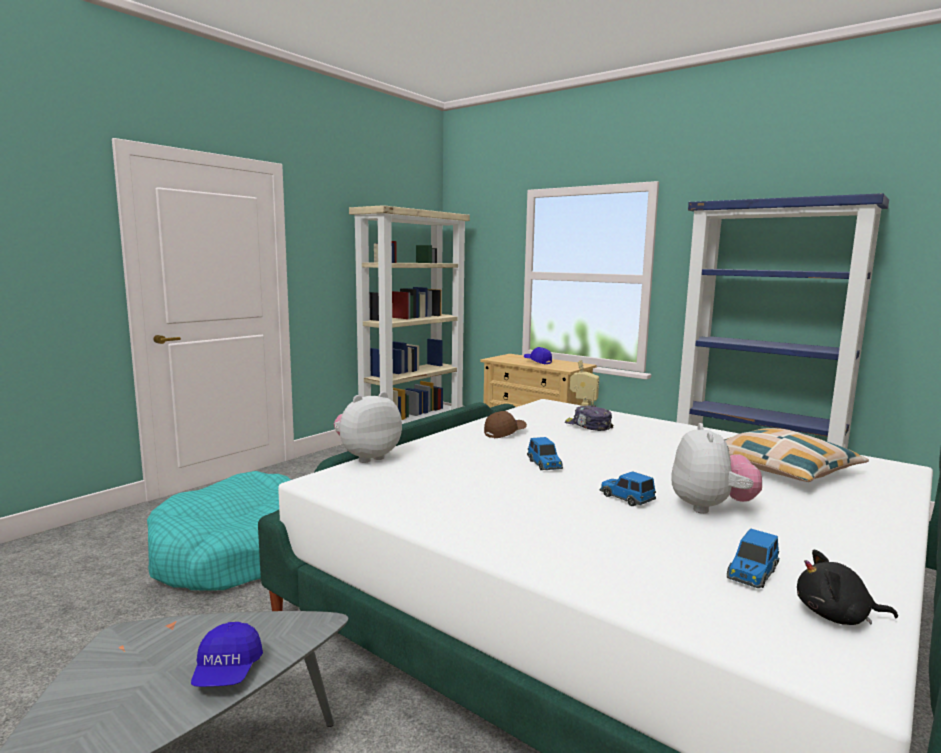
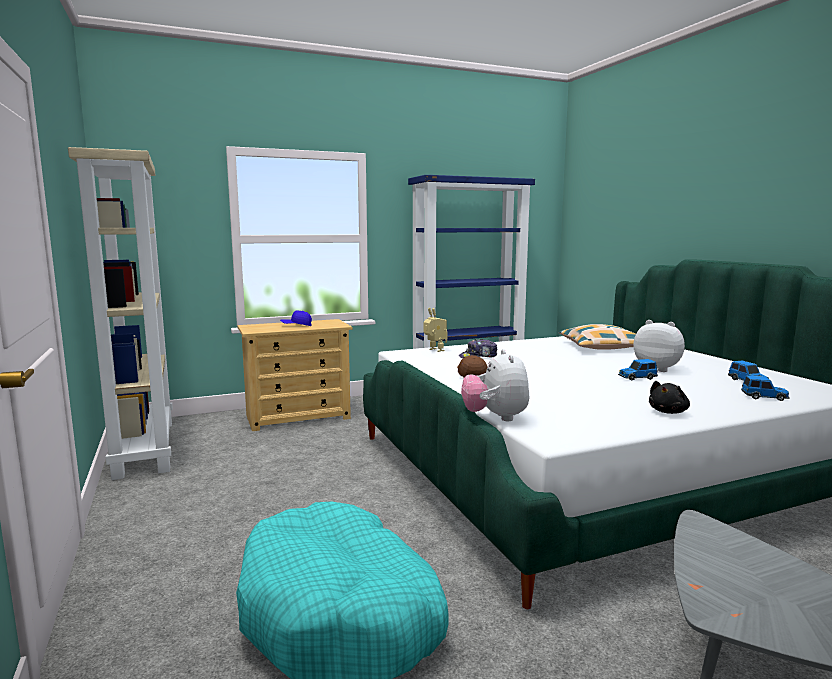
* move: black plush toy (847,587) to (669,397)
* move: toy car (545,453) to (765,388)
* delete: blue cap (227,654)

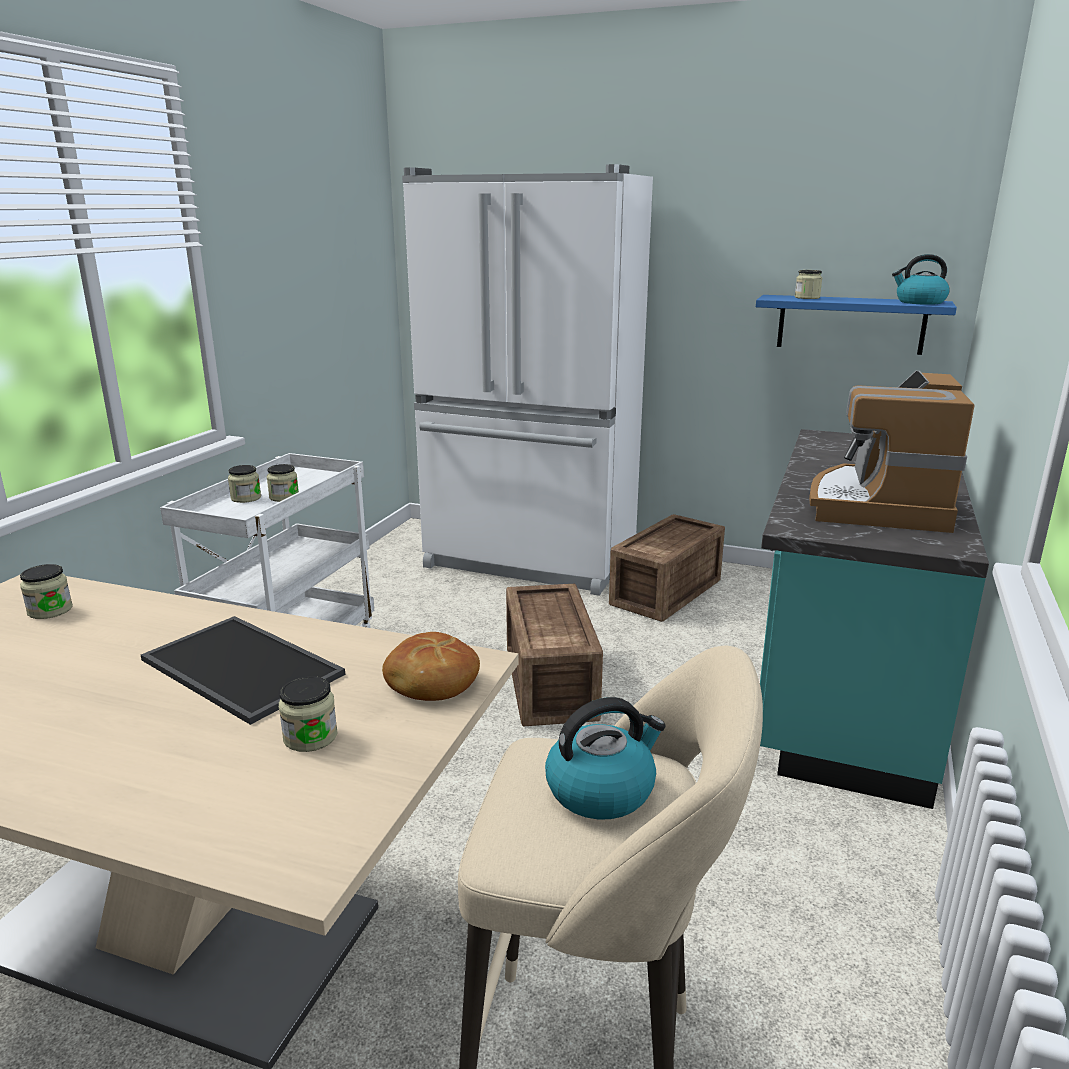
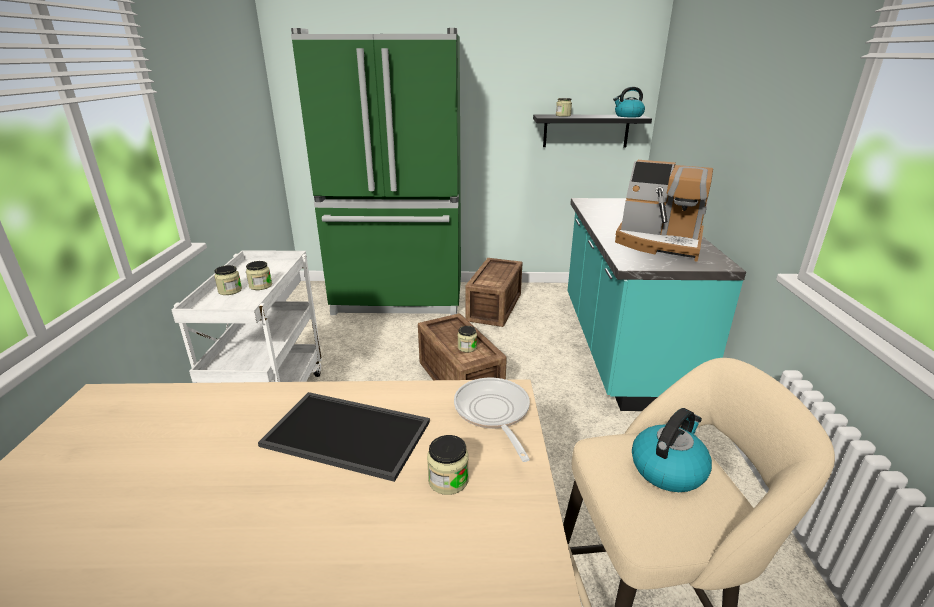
* recolor: white fridge (527,380) to green fridge (376,171)
* replace: bread (431,666) to frying pan (492,420)
* move: jar (46,591) to (467,339)
* recolor: blue shelf (856,325) to black shelf (592,131)
* rotate: coffee machine (892,452) = (664,211) 60 degrees counterclockwise

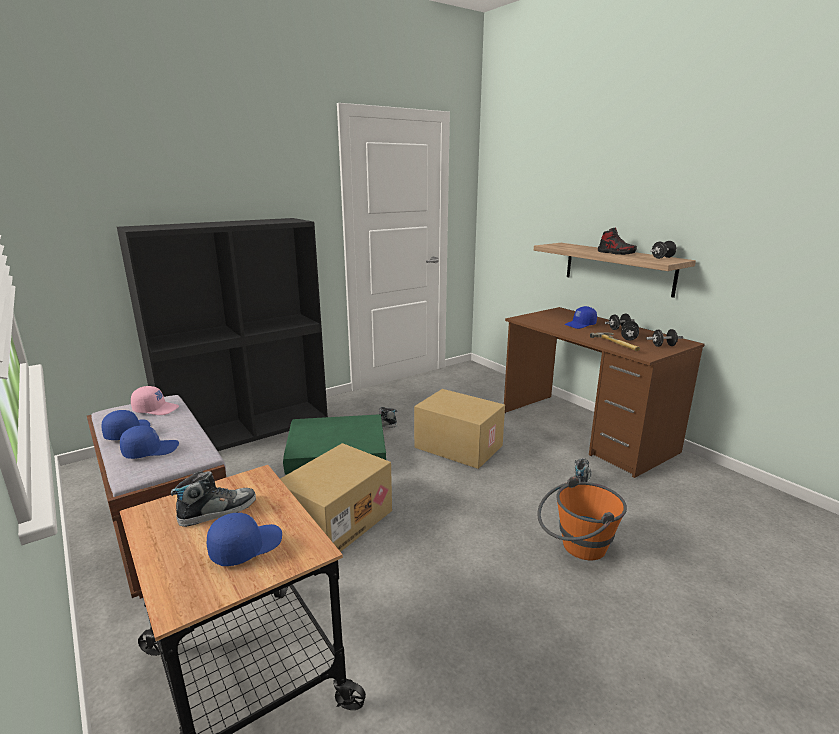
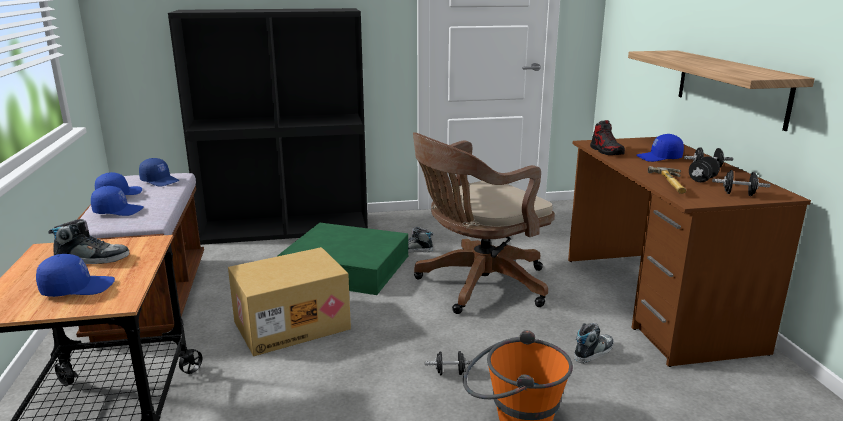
* recolor: pink cap (155,400) to blue cap (159,172)
* replace: cardboard box (459,429) to brown office chair (484,223)
* move: black dumbbell (663,250) to (450,363)
* move: shoe (617,241) to (607,137)

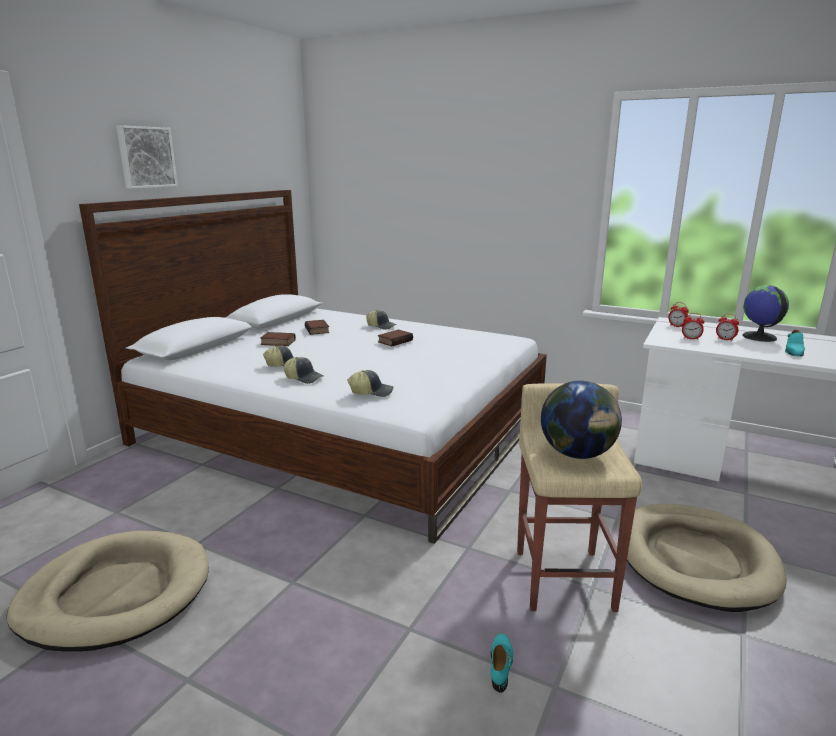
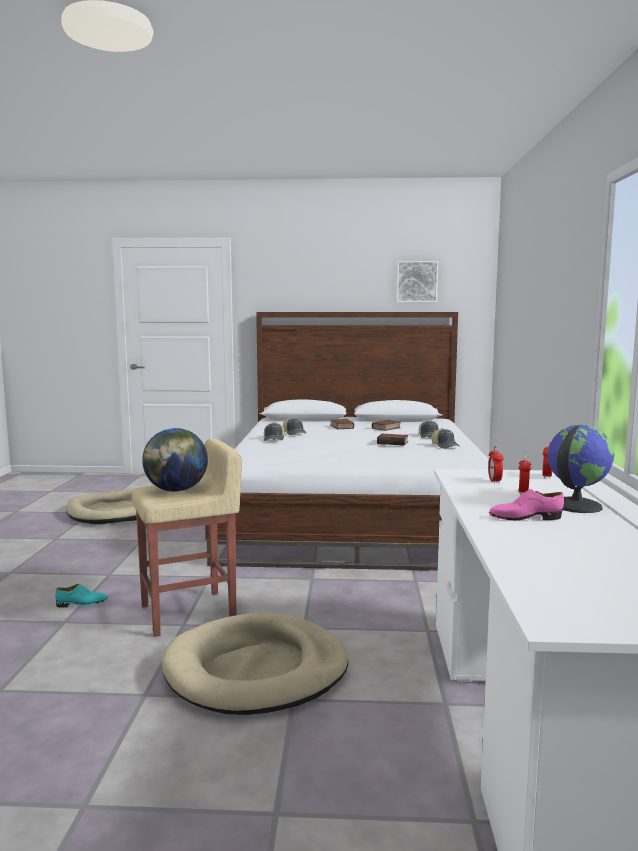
* move: picture (147,157) to (417,282)
* move: cap (371,383) to (445,438)
* recolor: turquoise shoe (795,343) to pink shoe (526,505)

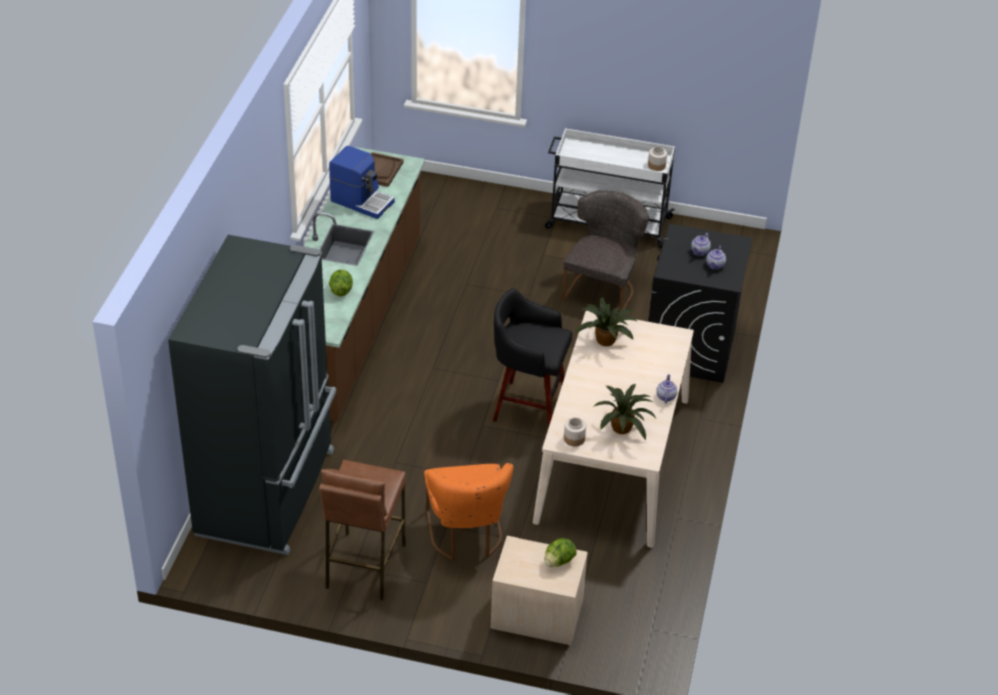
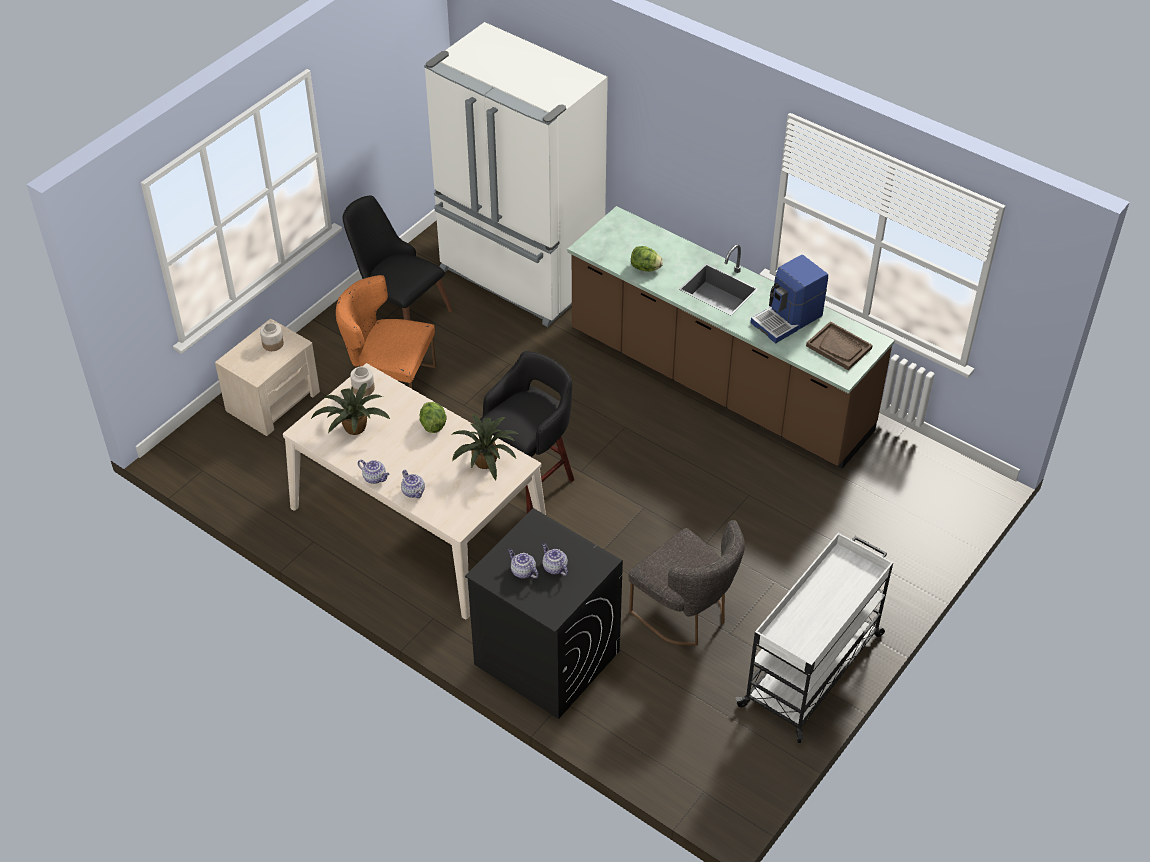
* move: jar (657,159) to (272,337)
* replace: brown stool (362,530) to black chair (398,257)
* insert: teapot (413,484)
* move: lettuce (560,552) to (433,417)
* recolor: black fridge (252,395) to white fridge (516,174)

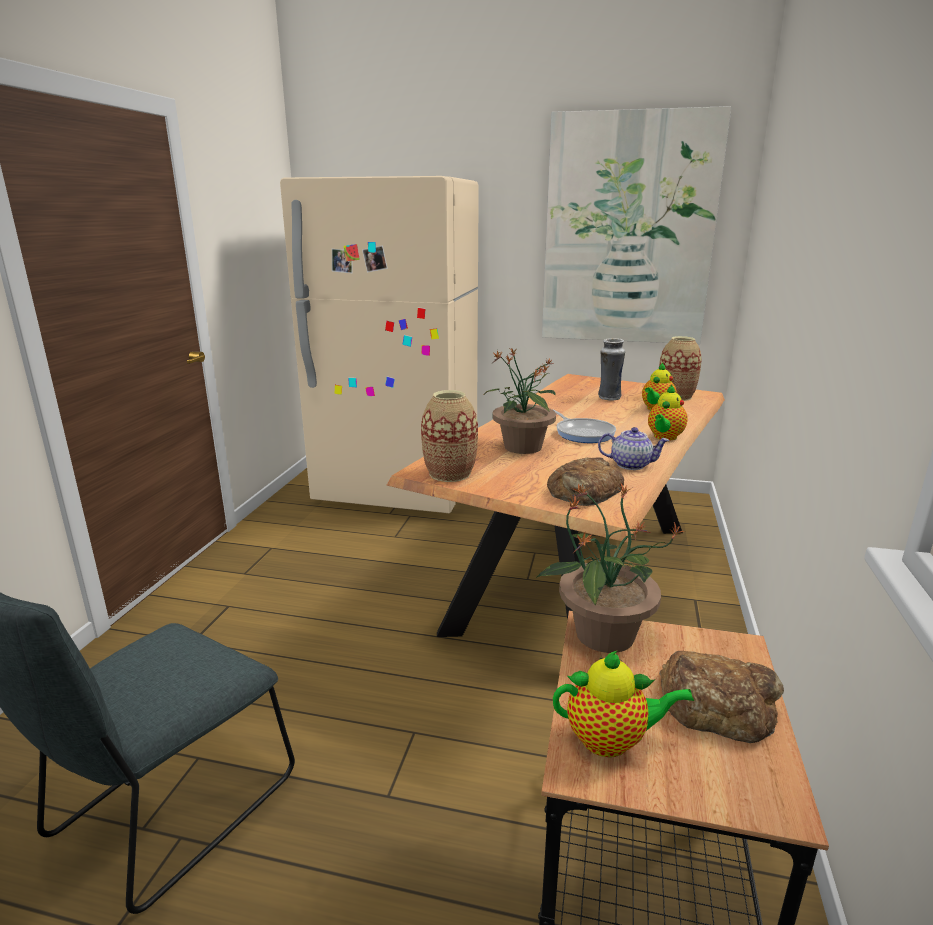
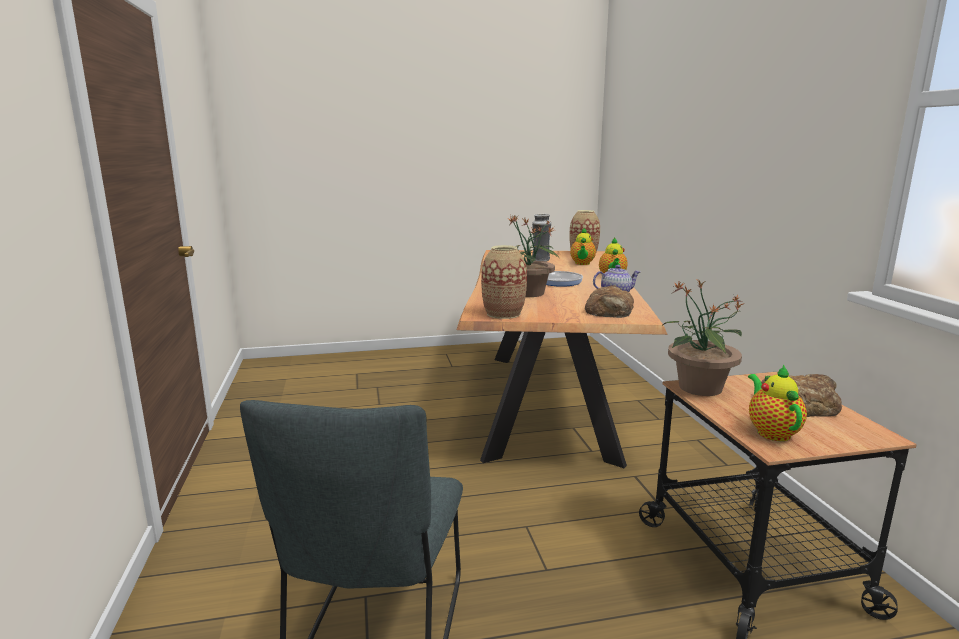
* rotate: teapot (623,704) = (777,402) 75 degrees counterclockwise
* delete: beige fridge (379,344)
* delete: picture (637,225)

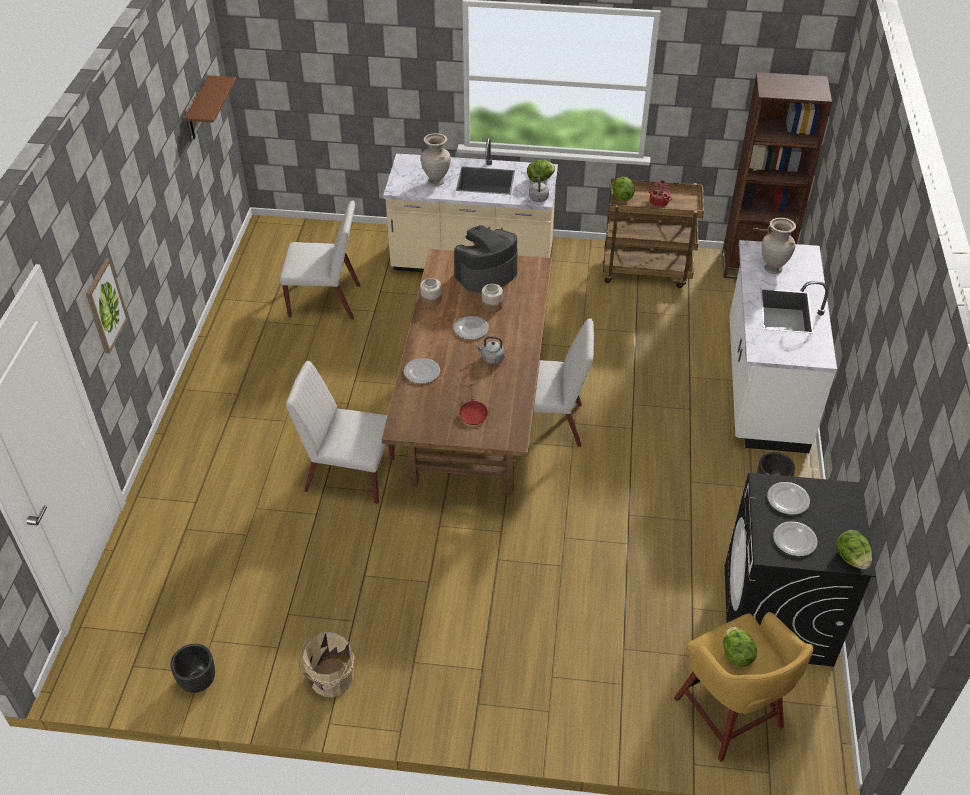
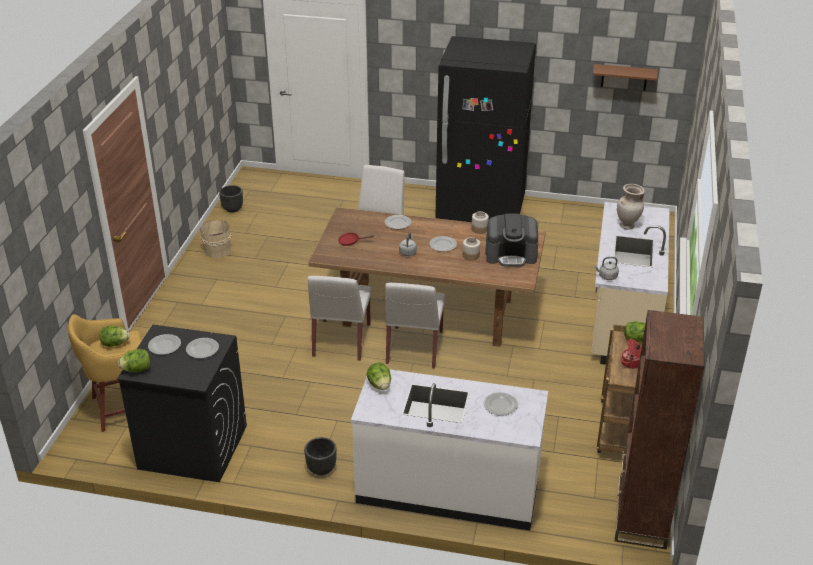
* move: white chair (320,260) to (340,318)
* move: lettuce (541,171) to (379,376)
* insert: black fridge (485,129)
* replace: beige vase (778,246) to plate (500,404)
* rotate: coffee machine (486,259) = (512,240) 120 degrees clockwise
* delete: picture (107,306)

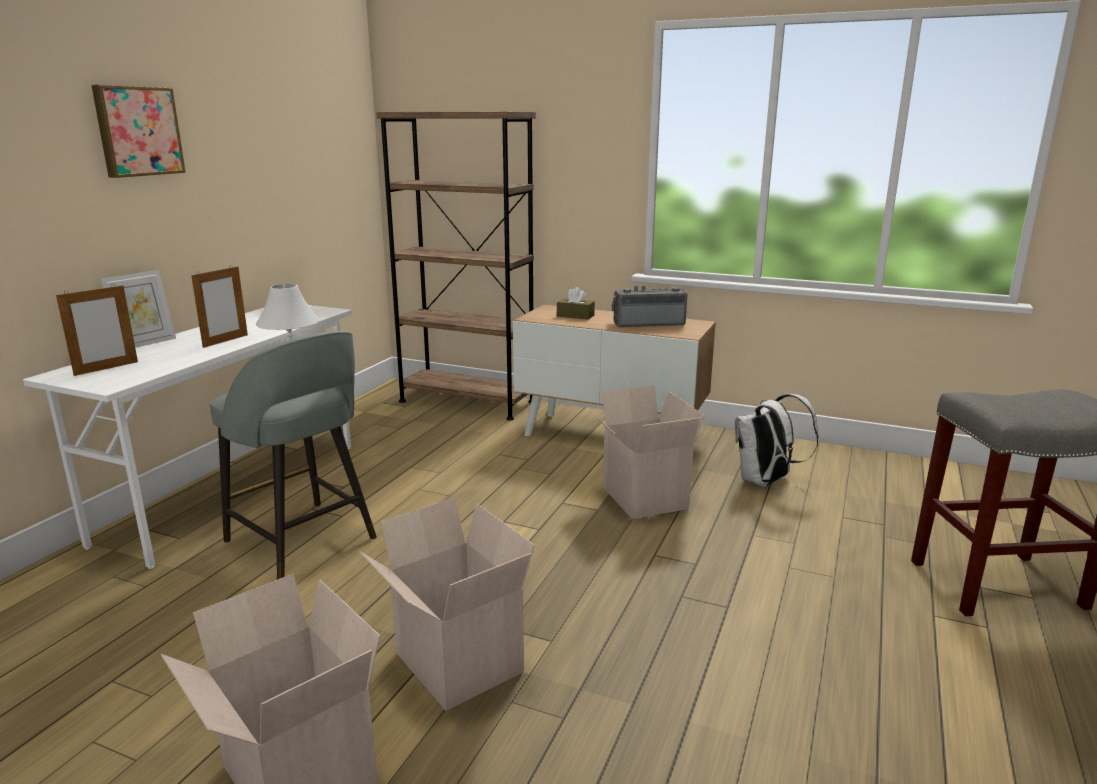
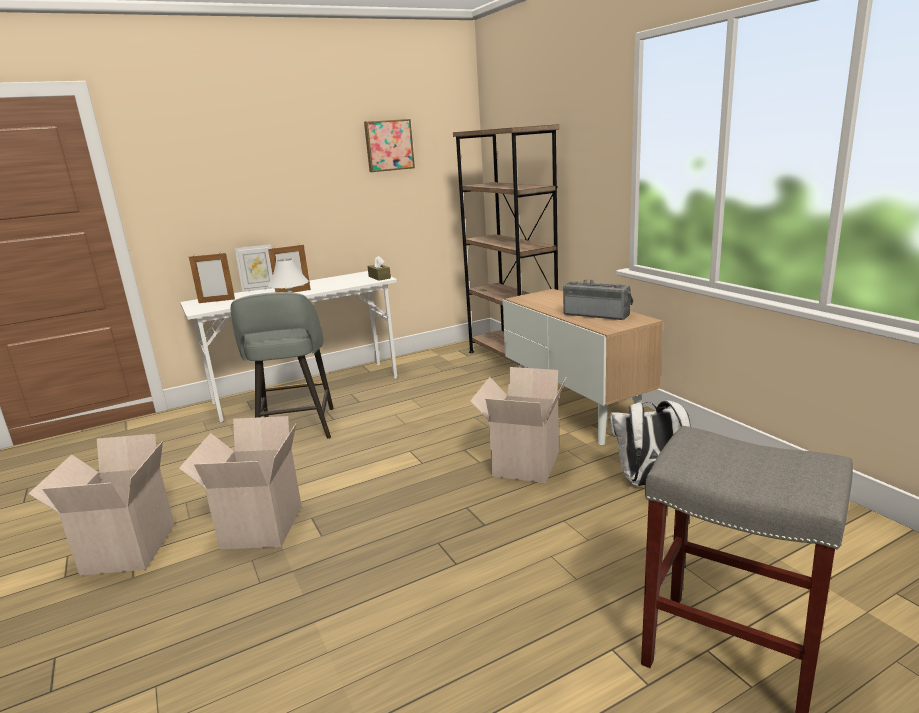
* move: picture (138,131) to (389,145)
* move: brown tissue box (576,303) to (379,268)

